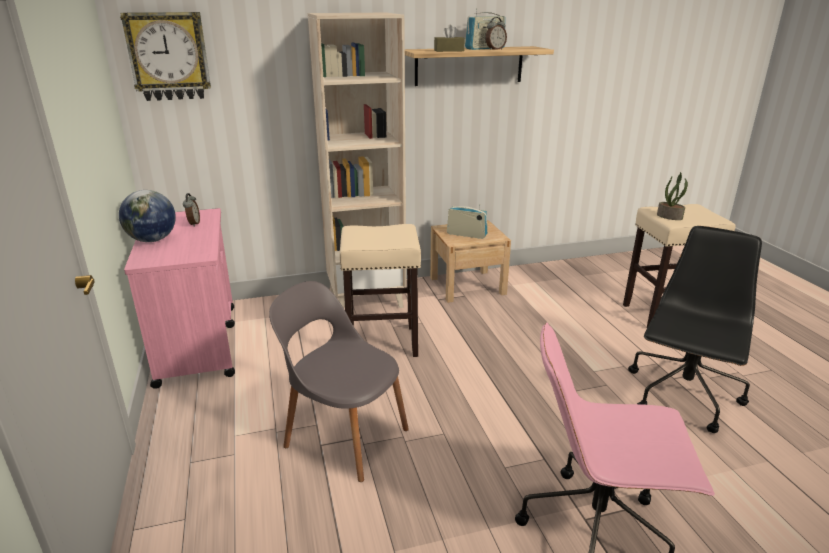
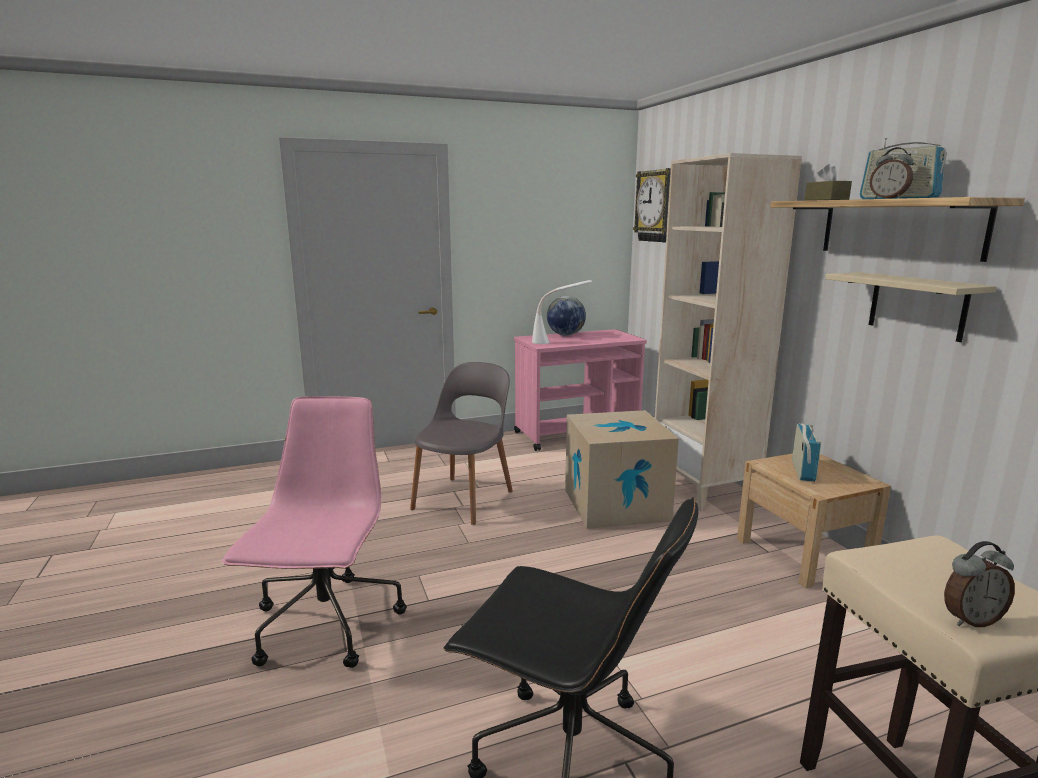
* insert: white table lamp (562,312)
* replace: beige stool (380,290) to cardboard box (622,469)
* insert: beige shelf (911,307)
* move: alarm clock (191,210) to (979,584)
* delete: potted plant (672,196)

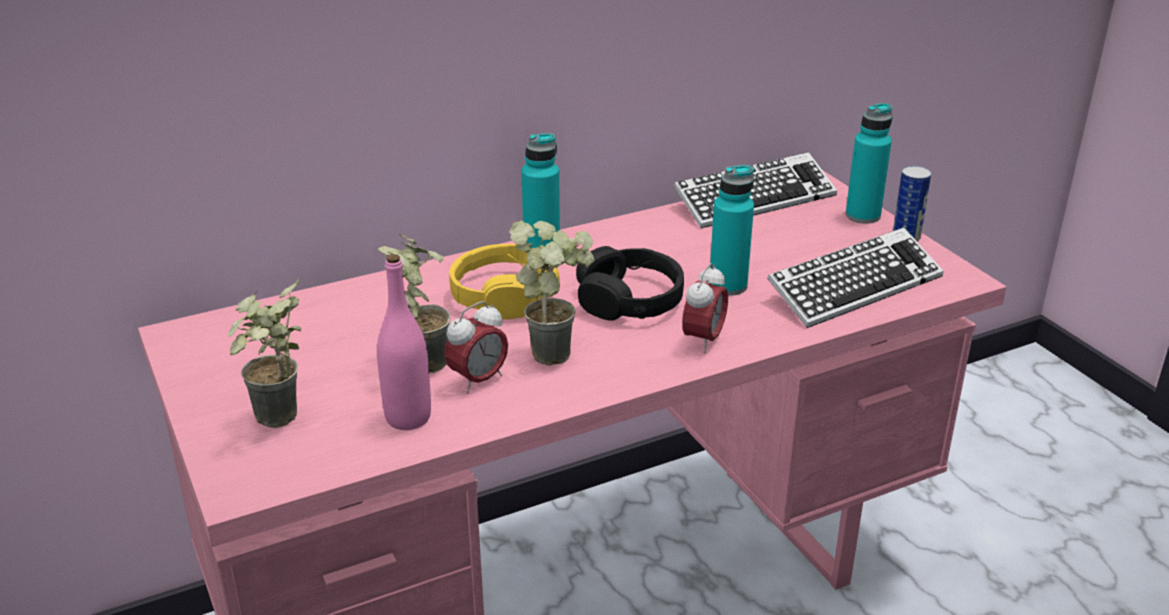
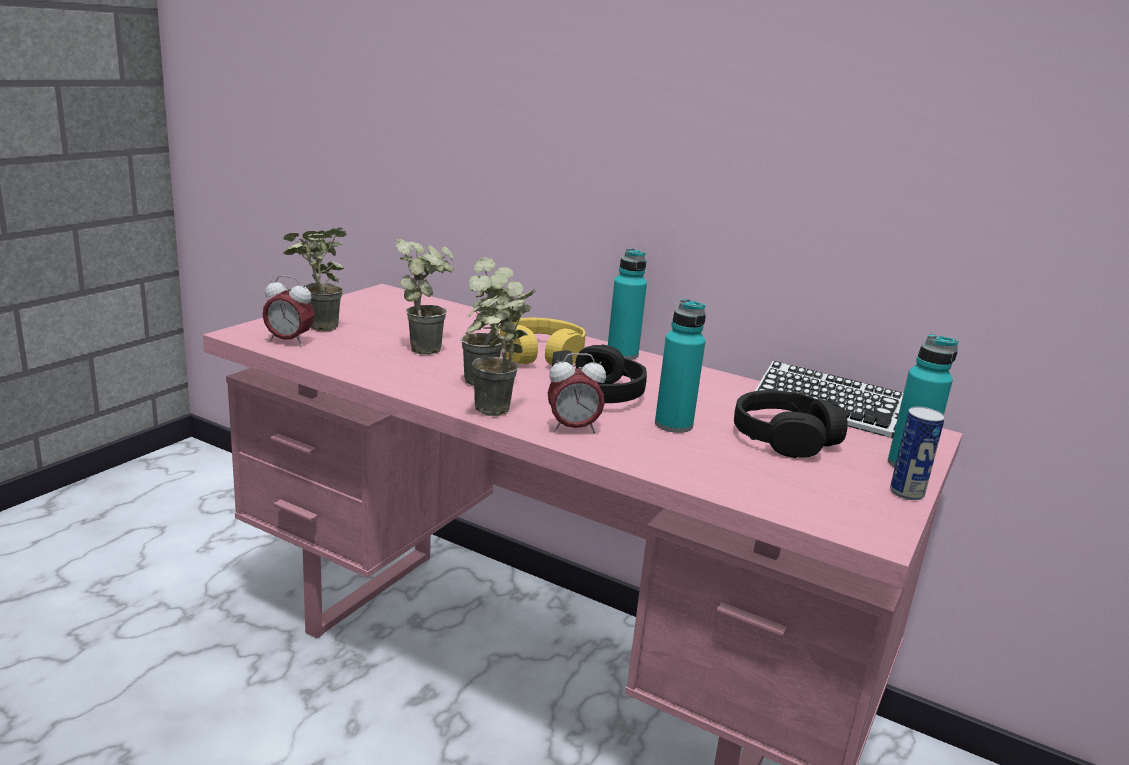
* move: alarm clock (476,347) to (288,310)
* insert: potted plant (500,352)
* insert: black headphones (791,424)
* delete: pink bottle (404,342)
* delete: keyboard (855,278)

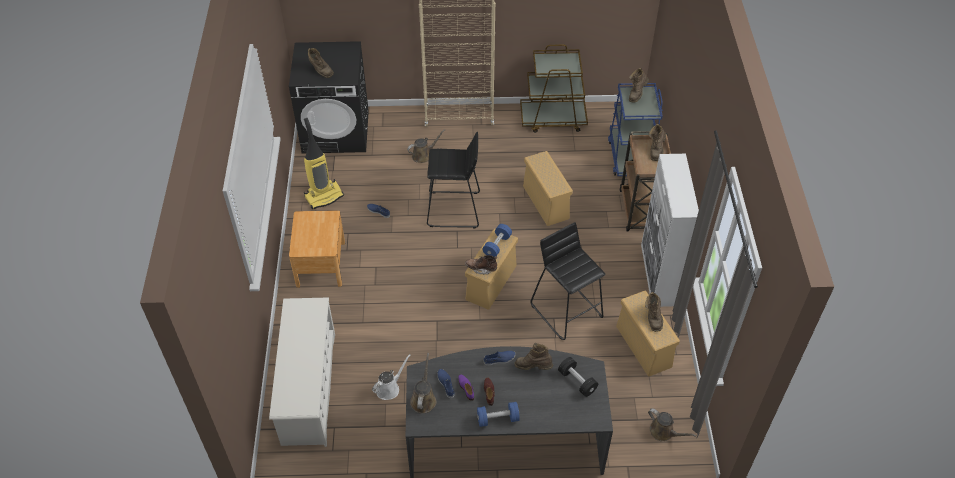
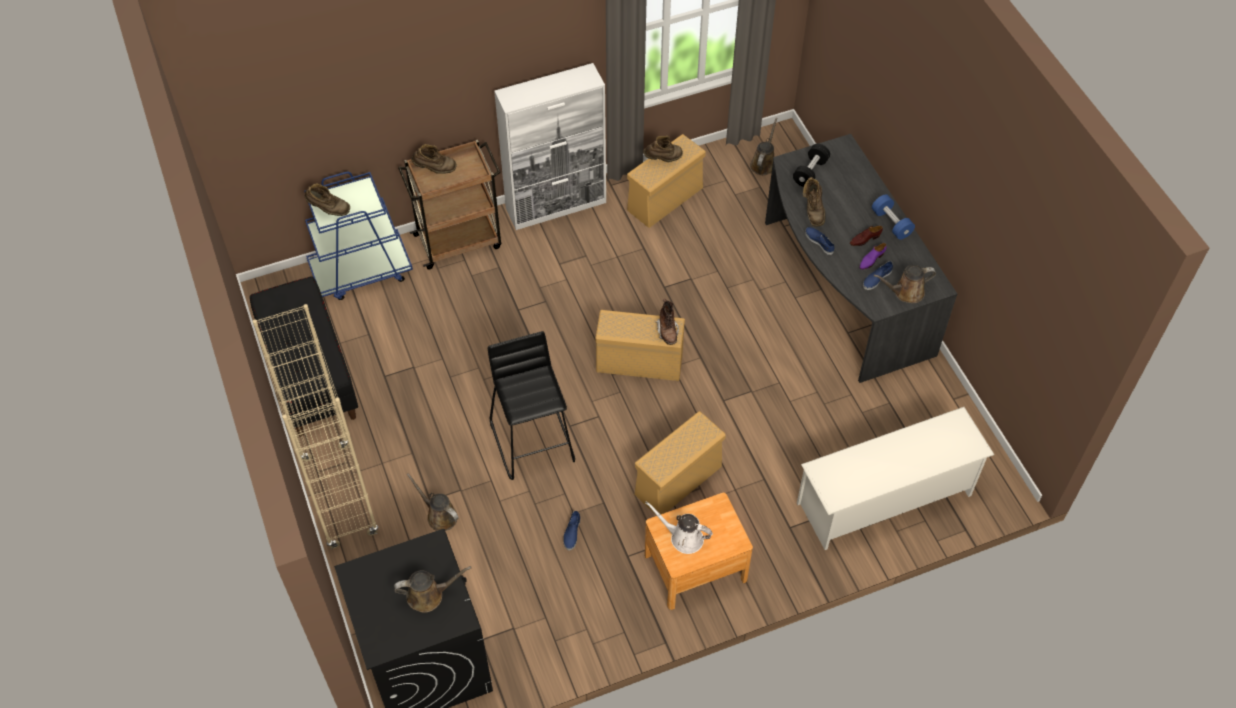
* replace: brown cart (554,88) to black bench (304,356)
* replace: brown boot (321,63) to brown watering can (433,589)
* move: beige storage box (548,188) to (680,463)
* move: white watering can (391,377) to (679,527)
* delete: vacuum cleaner (324,163)
* delete: blue dumbbell (497,240)
* delete: black stool (567,281)

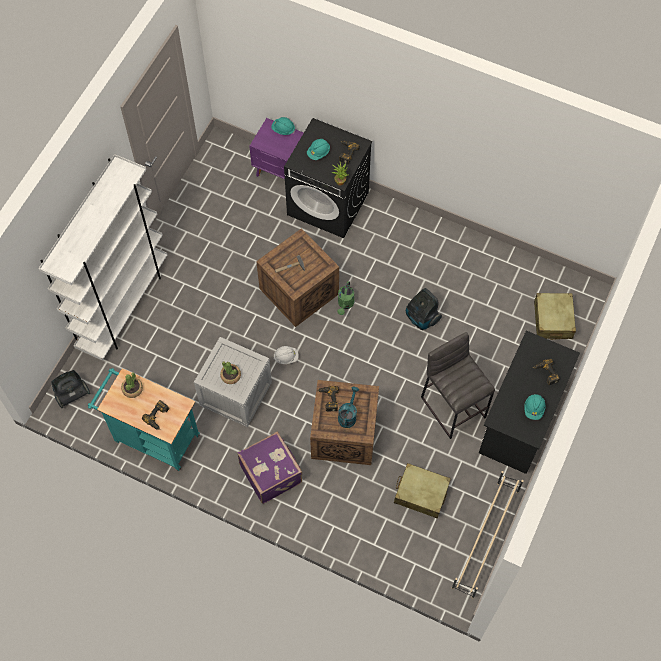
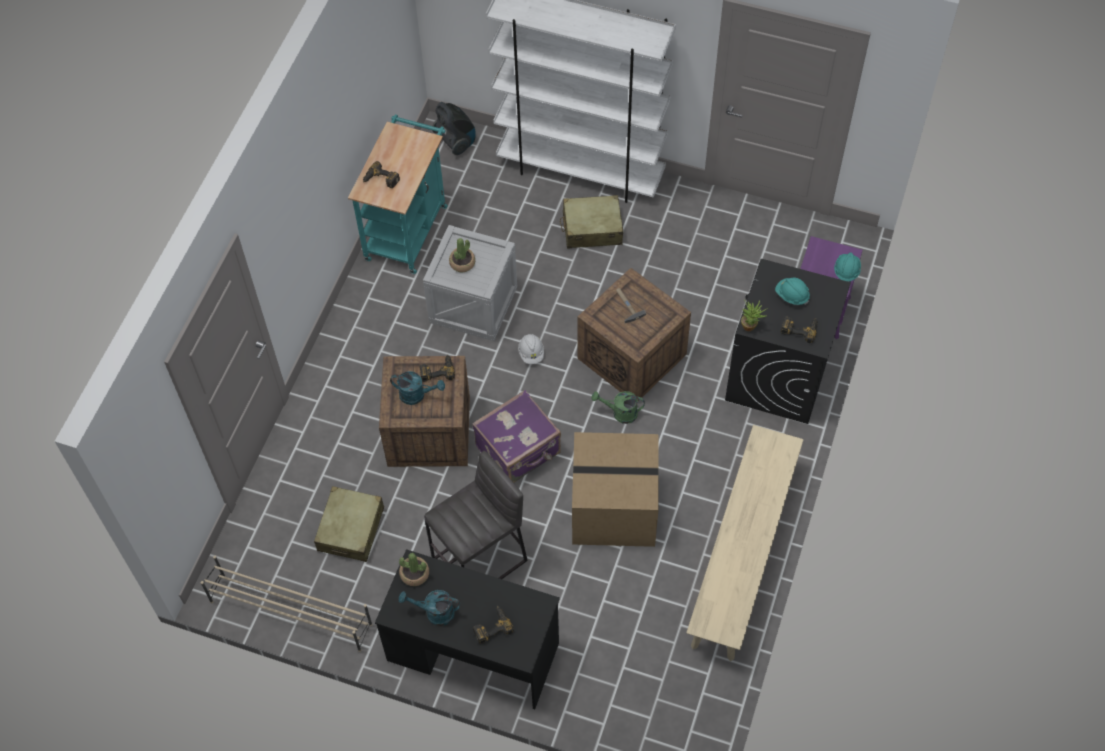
* move: potted plant (132,385) to (414,569)
* replace: turquoise hard hat (535,407) to turquoise watering can (429,608)
* move: purple suitcase (269,467) to (516,436)
* move: beige suitcase (555,316) to (591,222)
* replace: vacuum cleaner (424,309) to cardboard box (615,489)
* insert: beige bench (745,543)

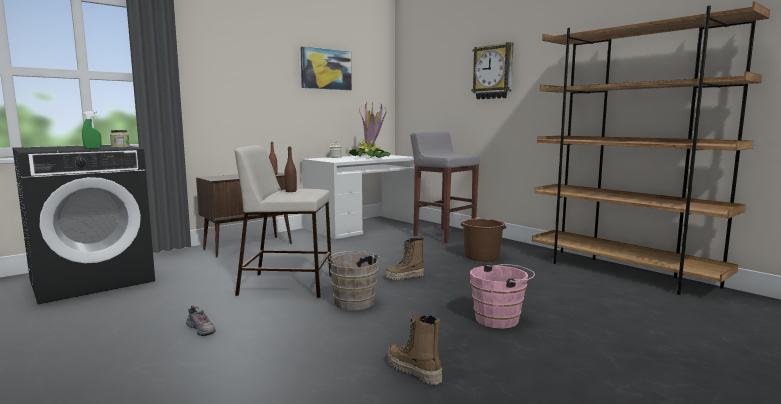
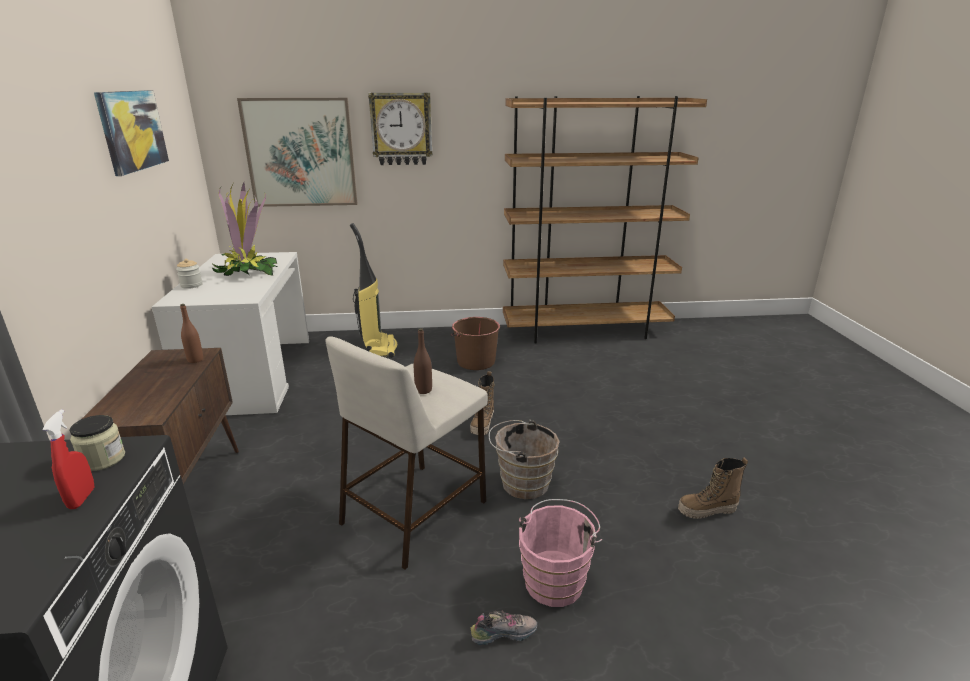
* recolor: green spray bottle (91,130) to red spray bottle (69,459)
* insert: picture (297,152)
* replace: grey stool (445,187) to vacuum cleaner (374,290)
* move: pink bucket (502,296) to (560,553)

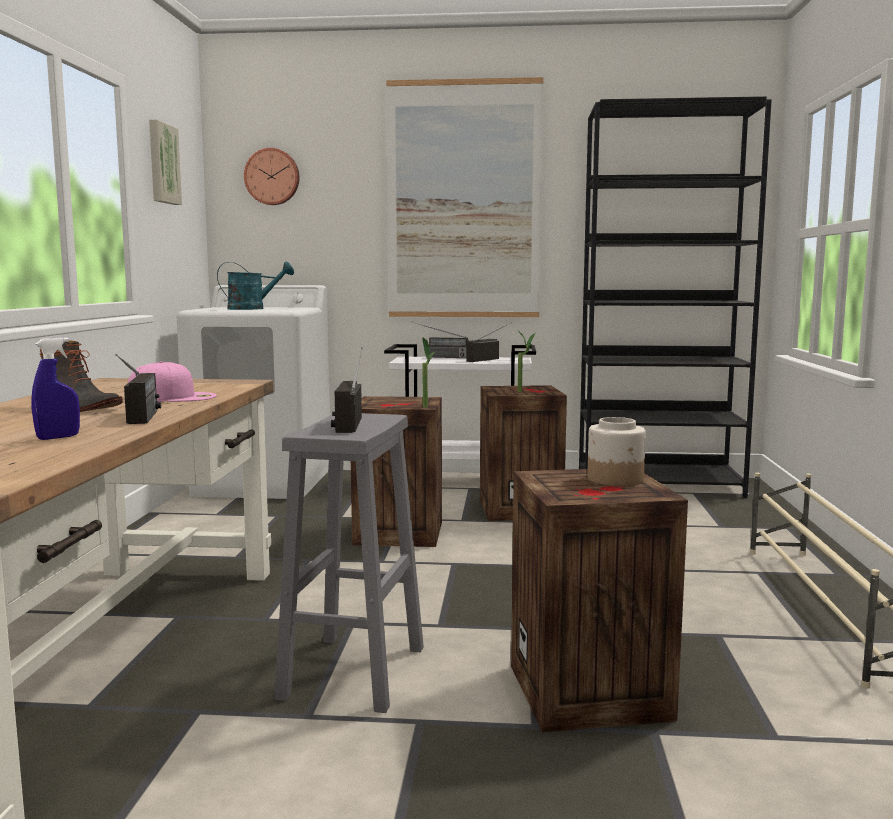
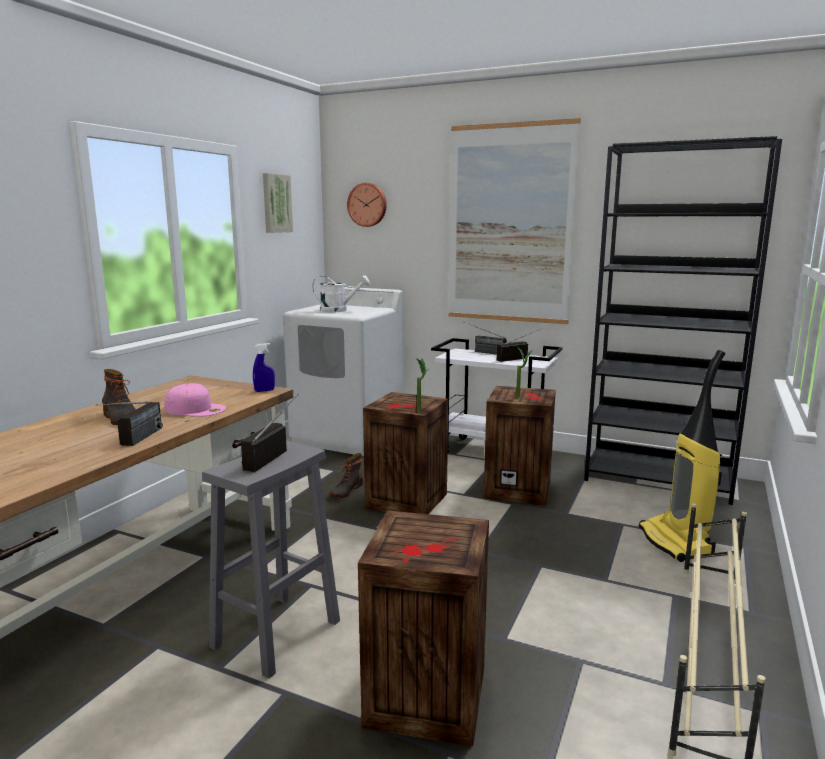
* move: blue spray bottle (56,388) to (264,367)
* recolor: turquoise watering can (255,285) to white watering can (341,293)
* insert: boot (346,475)
* insert: vacuum cleaner (682,456)
* delete: jar (616,451)

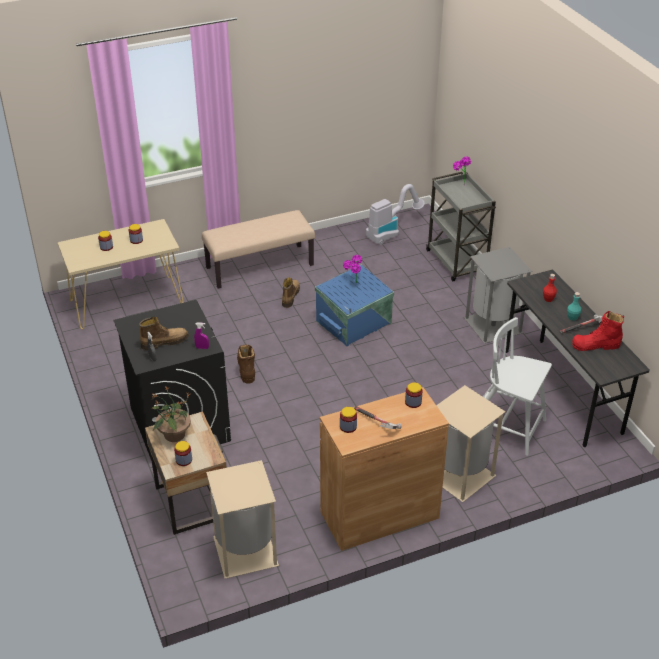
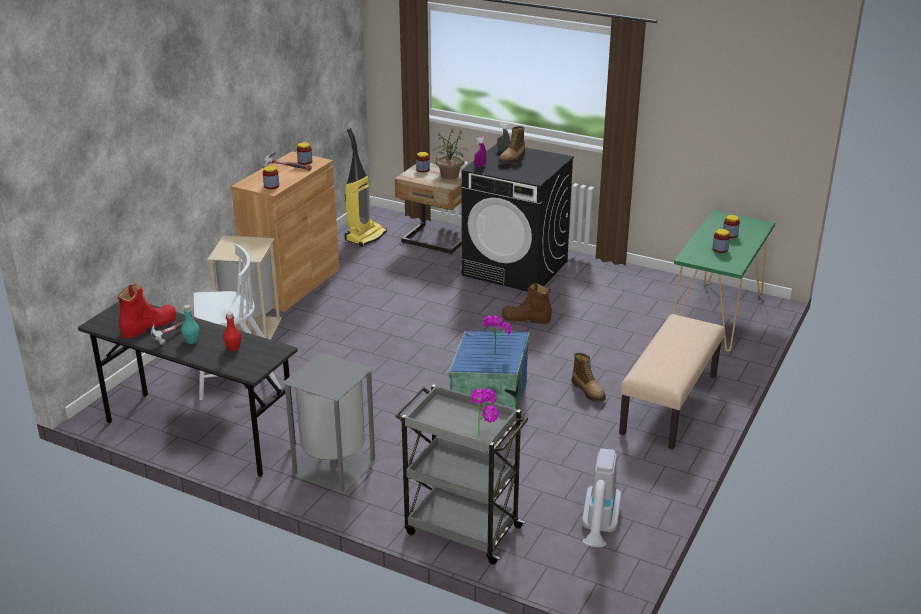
* replace: beige trash can (242,519) to vacuum cleaner (366,187)
* rotate: brown boot (246,364) = (527,303) 150 degrees clockwise
* recolor: beige console table (120,274) to green console table (723,281)

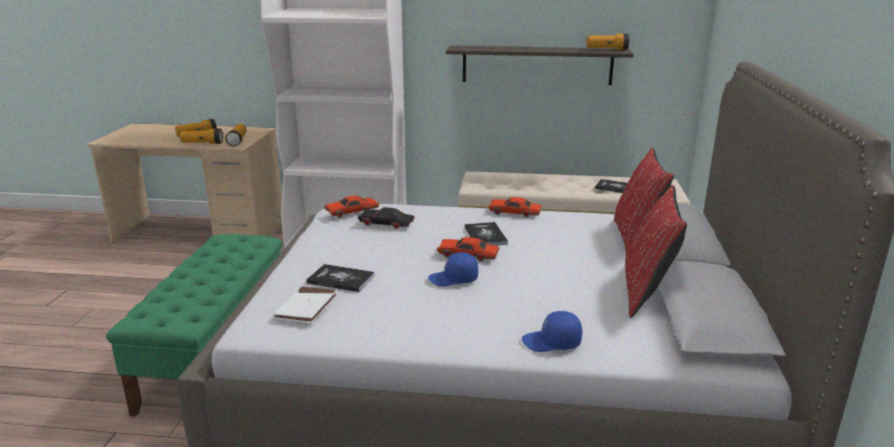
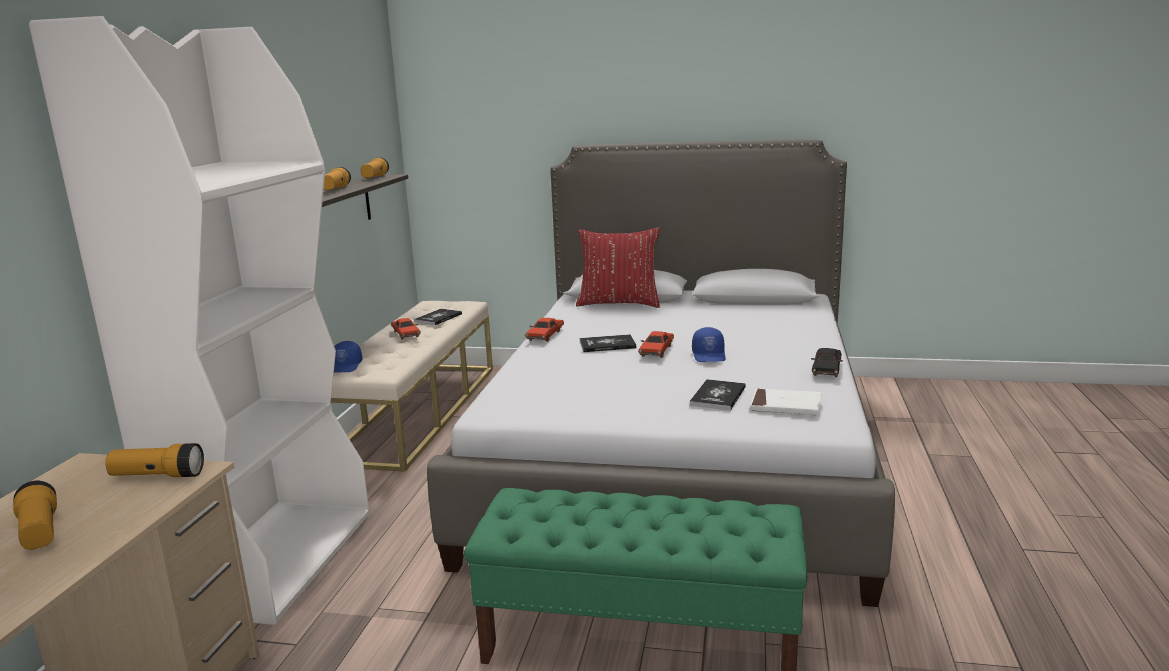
* move: flashlight (201,136) to (337,178)
* move: blue cap (552,331) to (348,356)
* move: red toy car (351,207) to (406,328)
* move: black toy car (386,218) to (827,362)
* delete: red pillow (656,251)

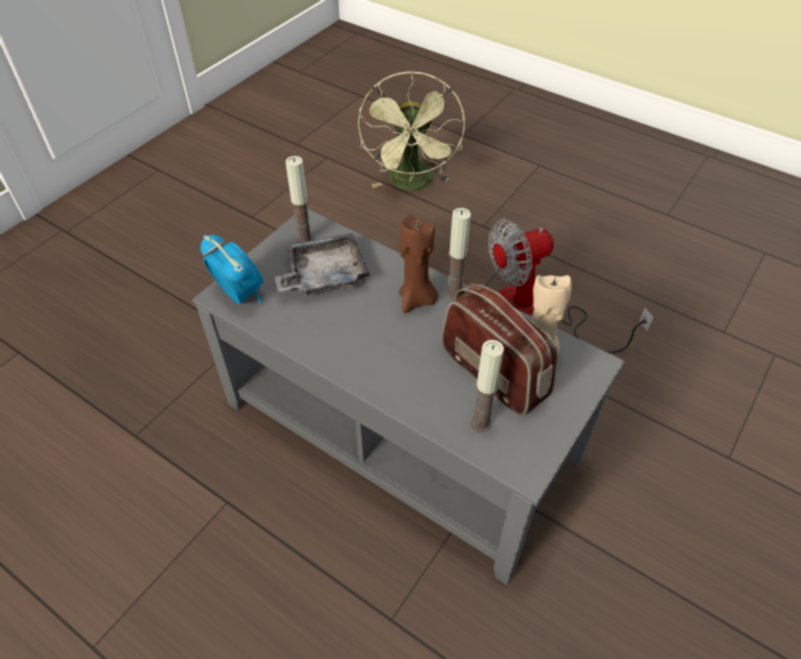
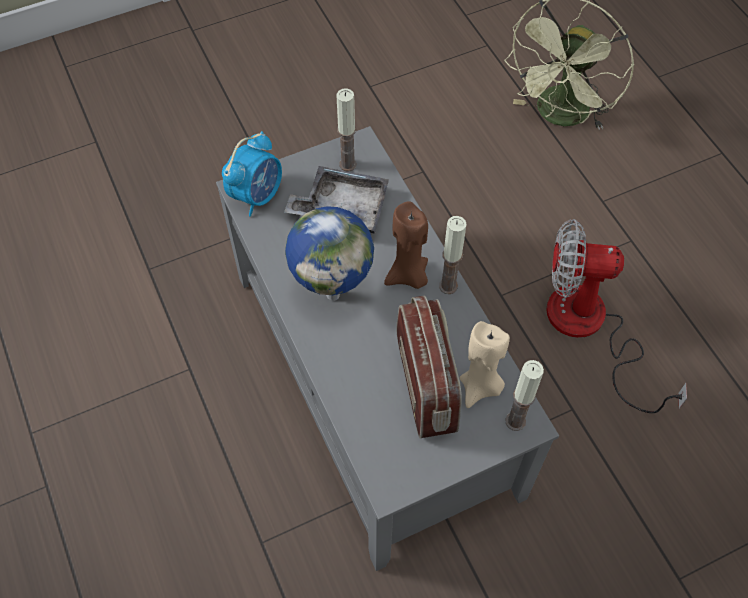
* rotate: alarm clock (232,269) = (252,173) 45 degrees clockwise
* insert: globe (329,253)
* move: candle (487,386) to (524,395)

